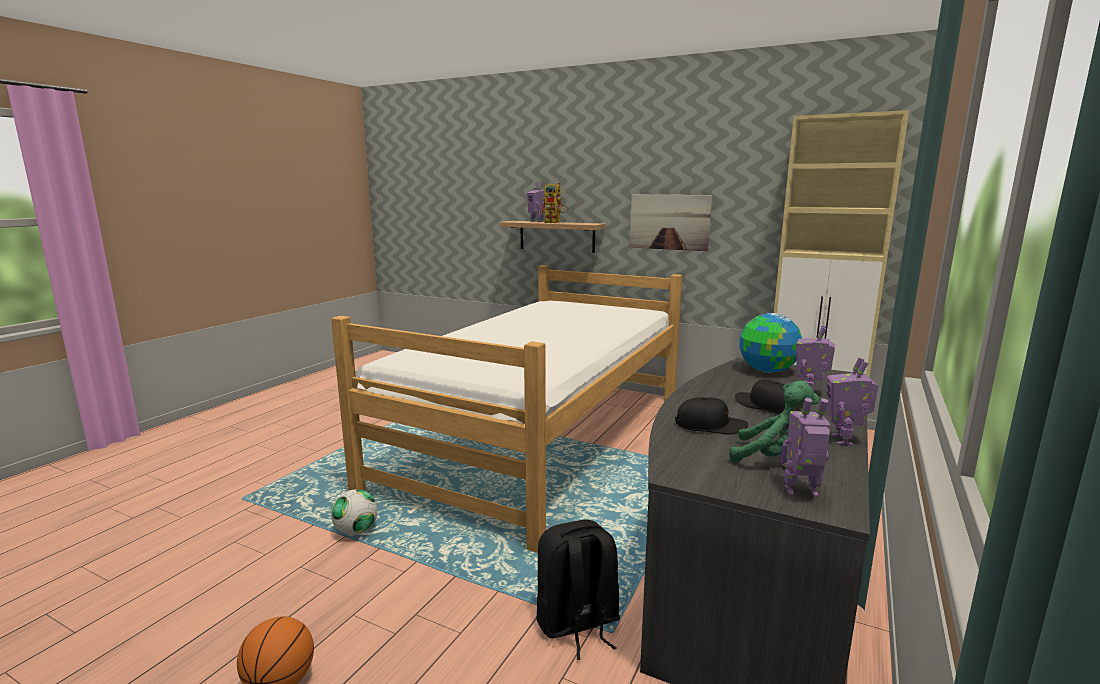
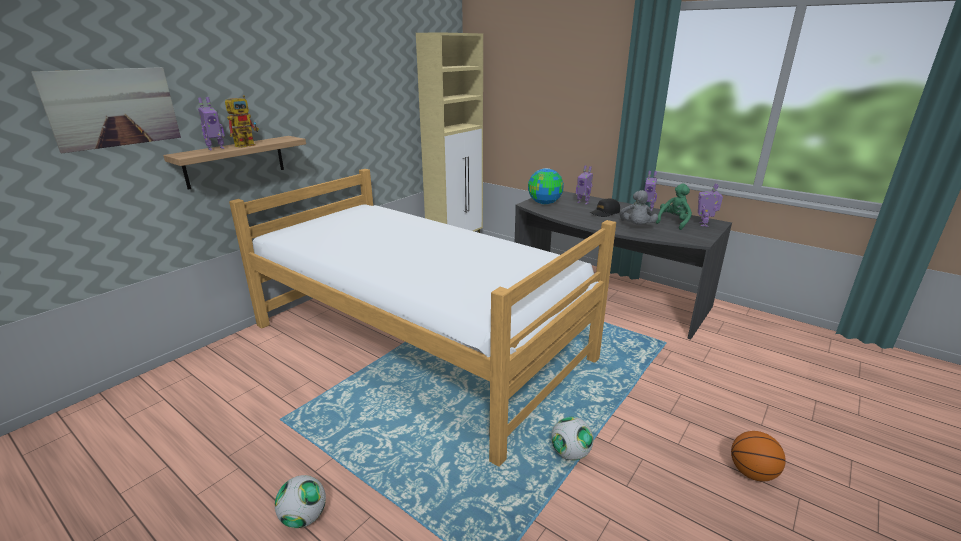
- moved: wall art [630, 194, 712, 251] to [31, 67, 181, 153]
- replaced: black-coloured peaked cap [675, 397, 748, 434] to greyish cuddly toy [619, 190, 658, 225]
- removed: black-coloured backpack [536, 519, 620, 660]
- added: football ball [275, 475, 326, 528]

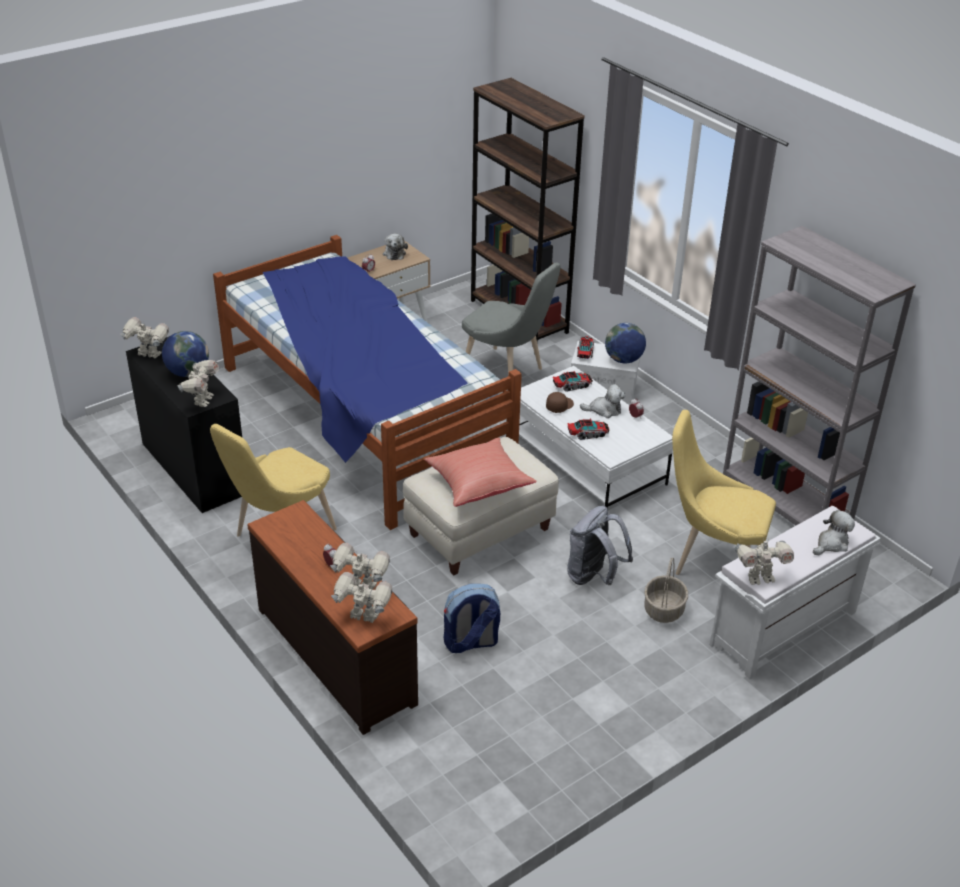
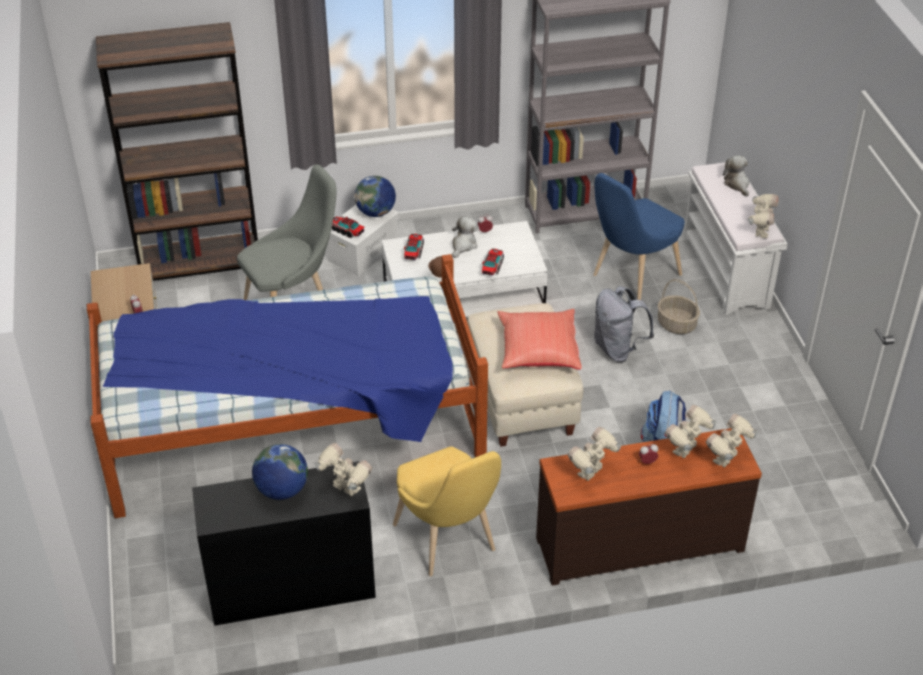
- removed: cuddly toy [383, 233, 408, 260]
- moved: model robot [120, 317, 169, 358] to [567, 427, 621, 481]
- recoloured: yellow-coloured chair [672, 410, 776, 575] to blue chair [593, 173, 685, 300]

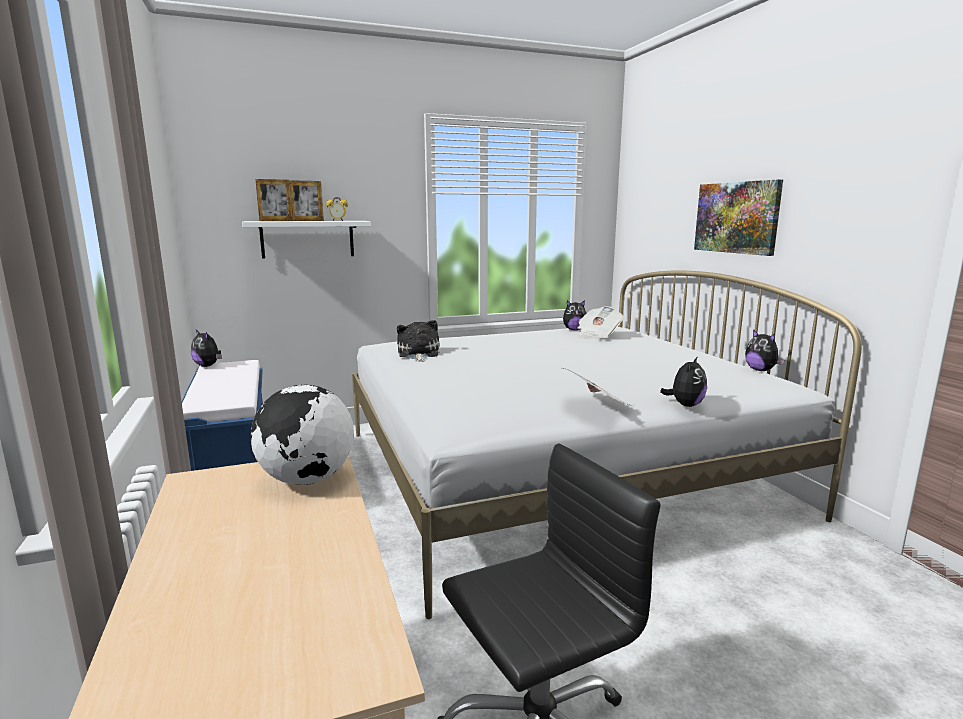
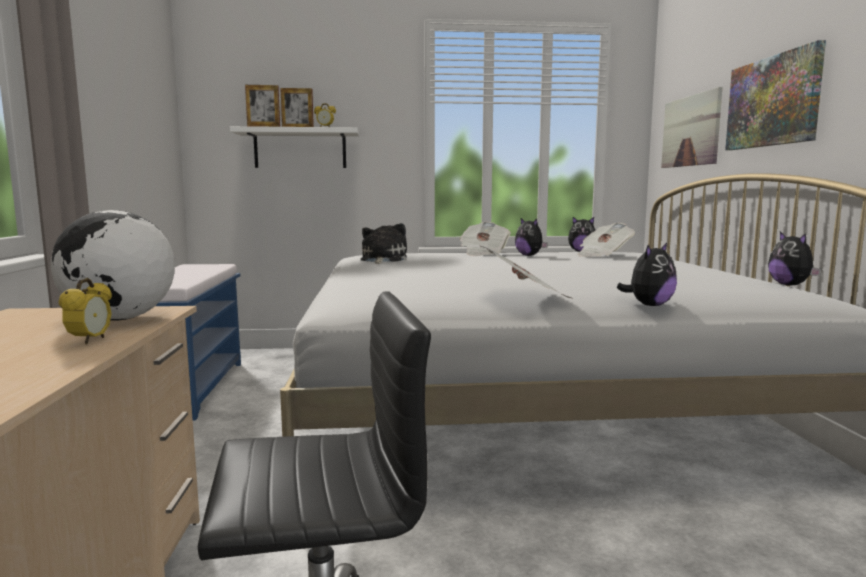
- moved: cuddly toy [191, 330, 222, 367] to [515, 218, 548, 256]
- added: wall art [661, 87, 723, 168]
- added: printed paper [459, 222, 511, 256]
- added: alarm clock [59, 278, 112, 344]

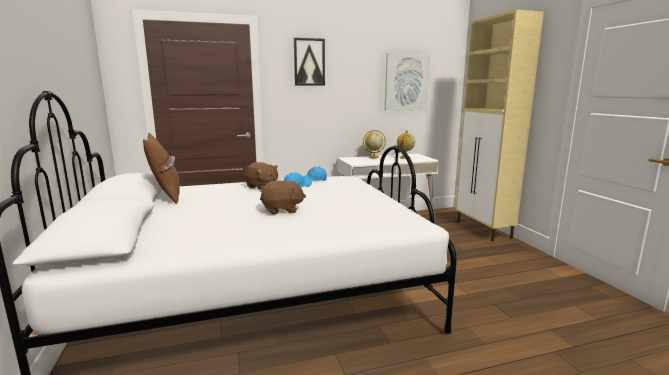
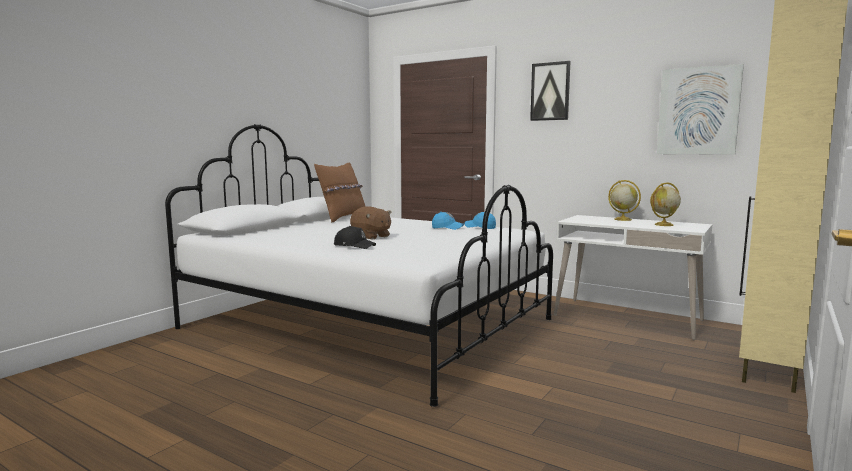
- removed: brown cuddly toy [244, 162, 278, 190]
- added: black-coloured peaked cap [334, 226, 376, 249]

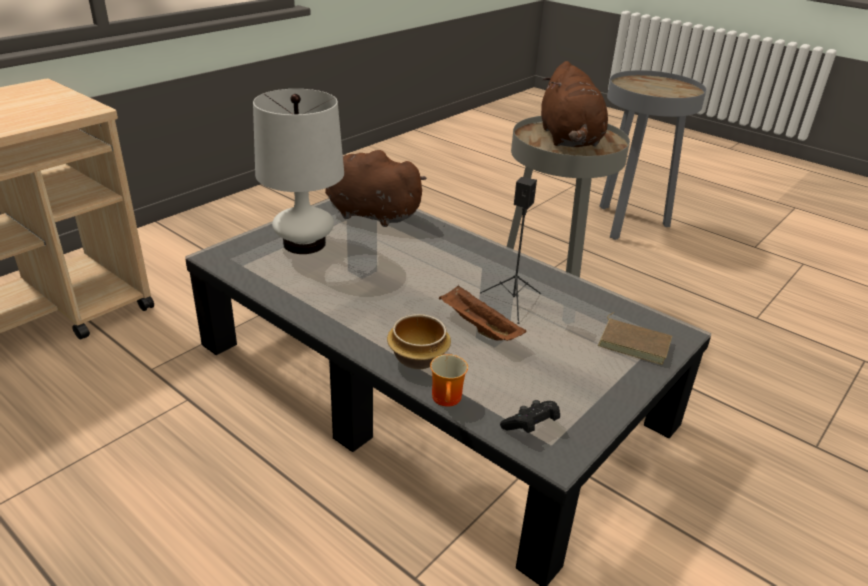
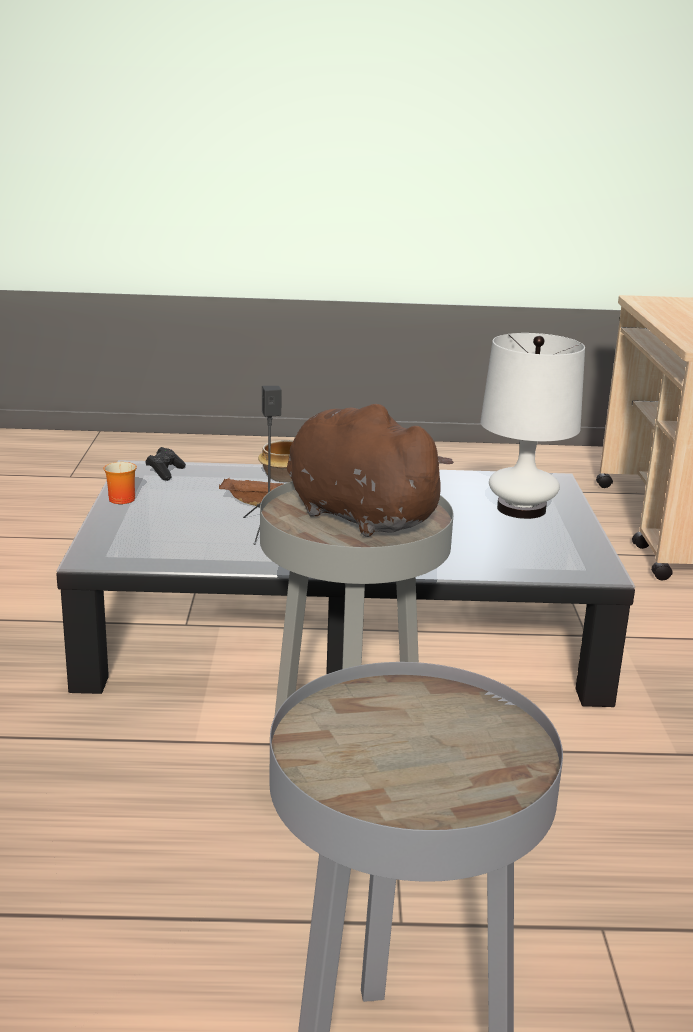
- removed: brown cuddly toy [325, 150, 427, 227]
- removed: brown bound book [598, 312, 672, 365]
- moved: tea mug [430, 354, 468, 407] to [104, 462, 137, 504]

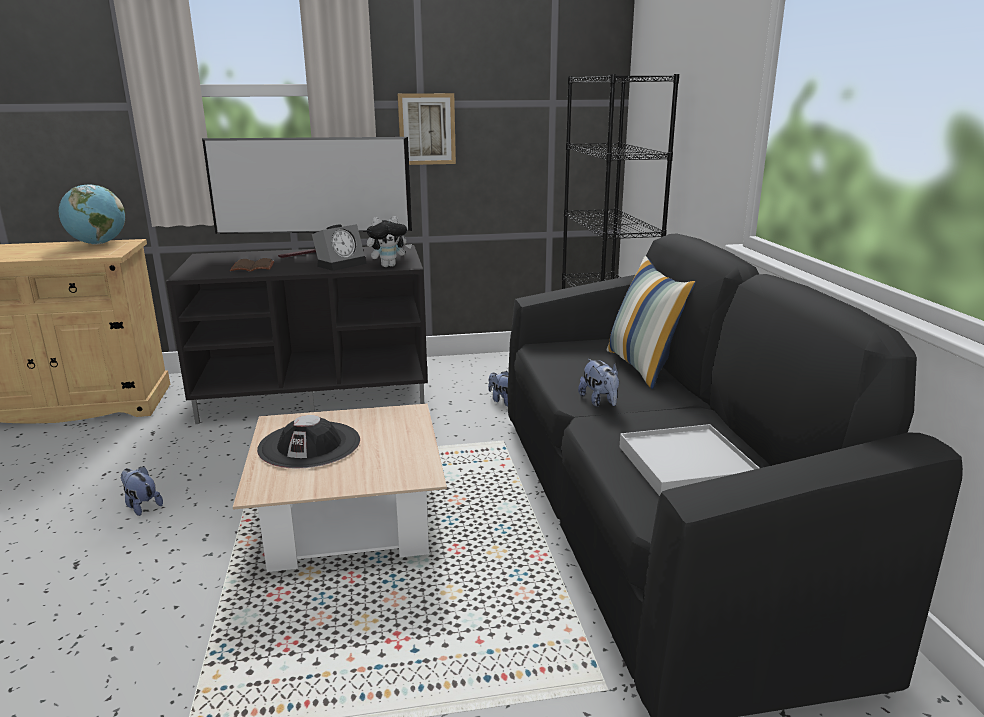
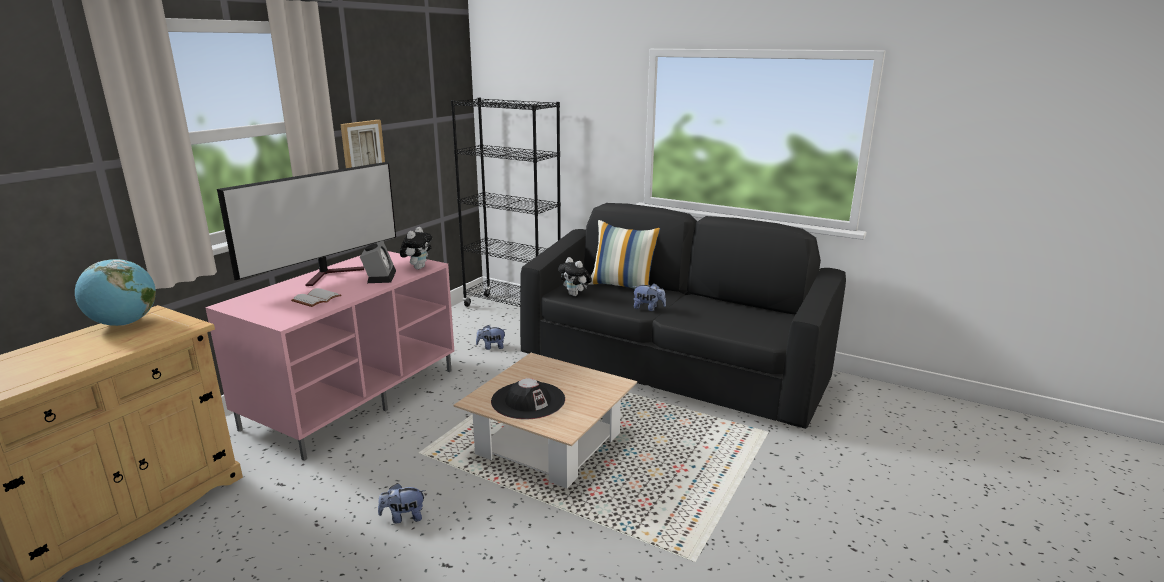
- recoloured: black-coloured media console [166, 245, 428, 424] to pink media console [205, 251, 454, 461]
- recoloured: brown bound book [230, 258, 274, 272] to white-coloured bound book [291, 288, 342, 307]
- removed: white-coloured tray [620, 424, 759, 496]
- added: cuddly toy [558, 257, 592, 296]

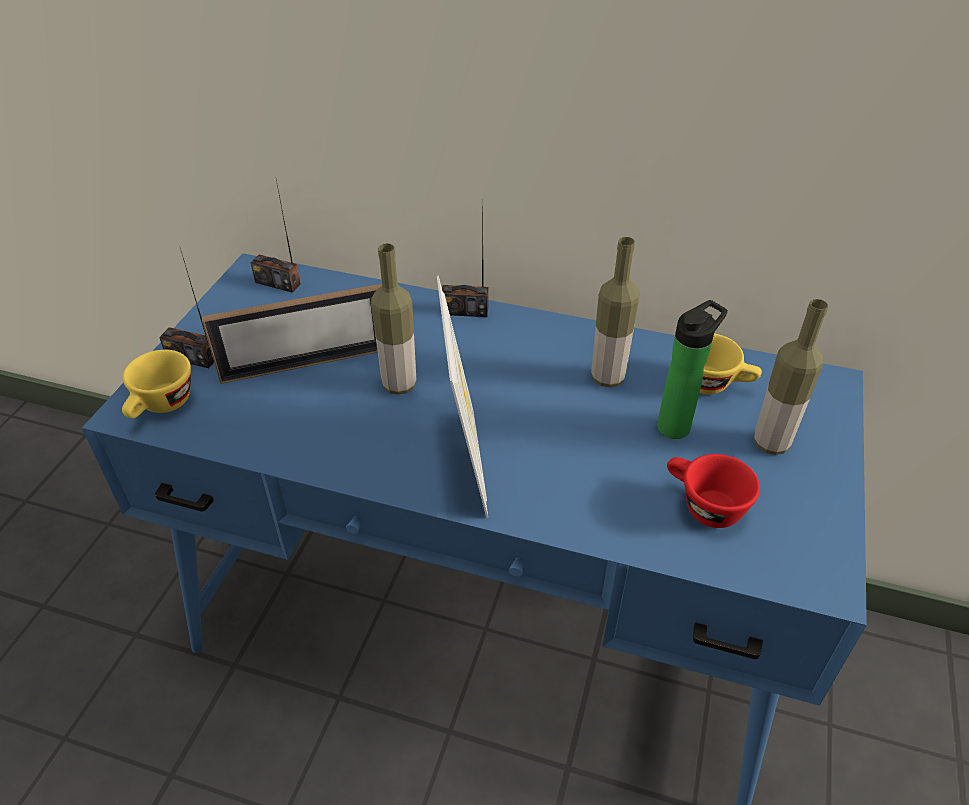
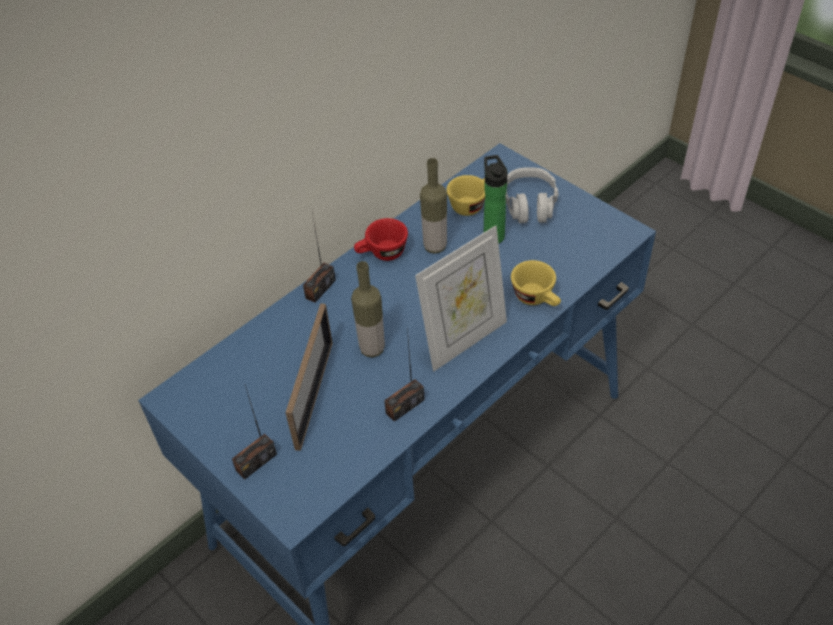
- moved: radio receiver [250, 180, 301, 293] to [384, 327, 425, 422]
- turned: standing frame [437, 276, 488, 518] = [415, 225, 507, 371] 120 degrees clockwise
- replaced: drink bottle [754, 299, 828, 455] to greyish headphones [505, 167, 559, 224]
- moved: yellow-coloured drinking cup [122, 350, 191, 419] to [511, 260, 561, 306]
- moved: red-coloured drinking cup [667, 454, 760, 528] to [354, 218, 408, 261]

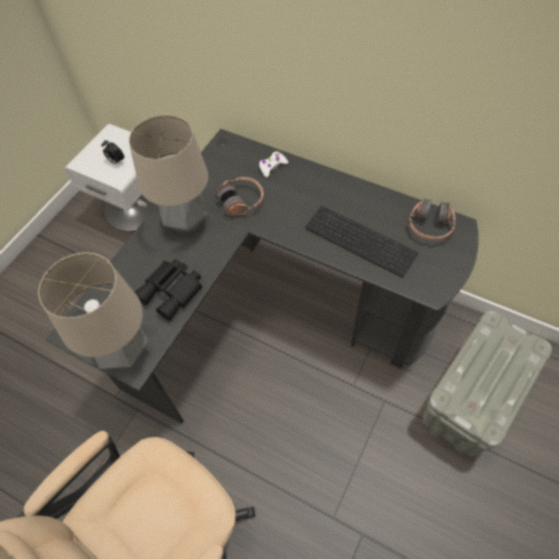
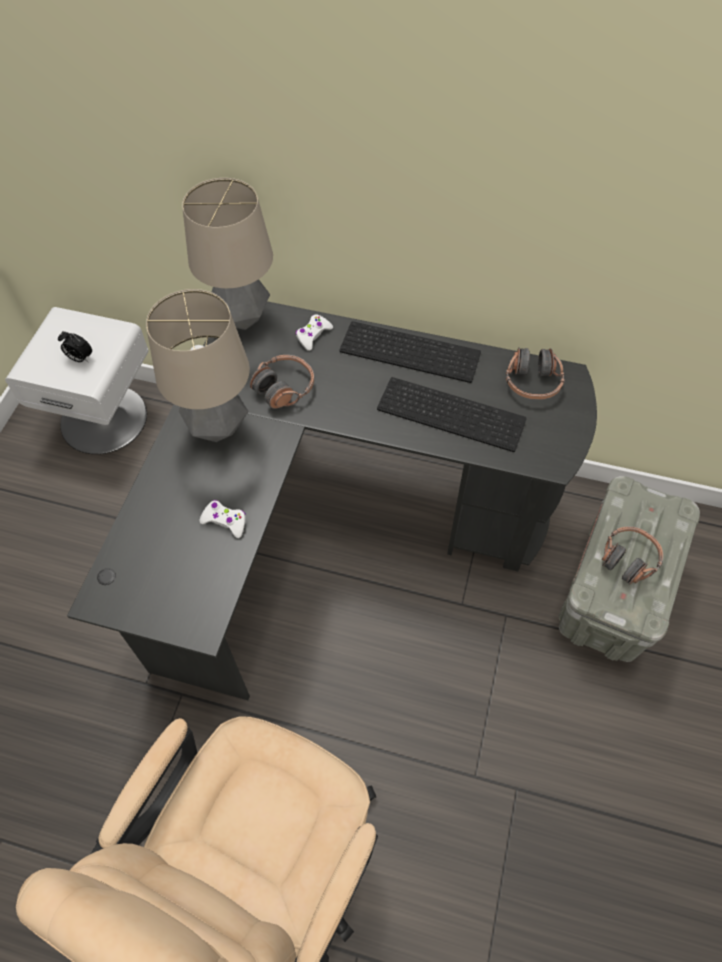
- moved: lamp for a table [38, 252, 148, 369] to [182, 178, 273, 330]
- replaced: black-coloured pair of binoculars [135, 259, 202, 321] to white-coloured joypad [200, 500, 246, 538]
- added: PC keyboard [339, 321, 481, 383]
- added: headphones [602, 526, 663, 585]

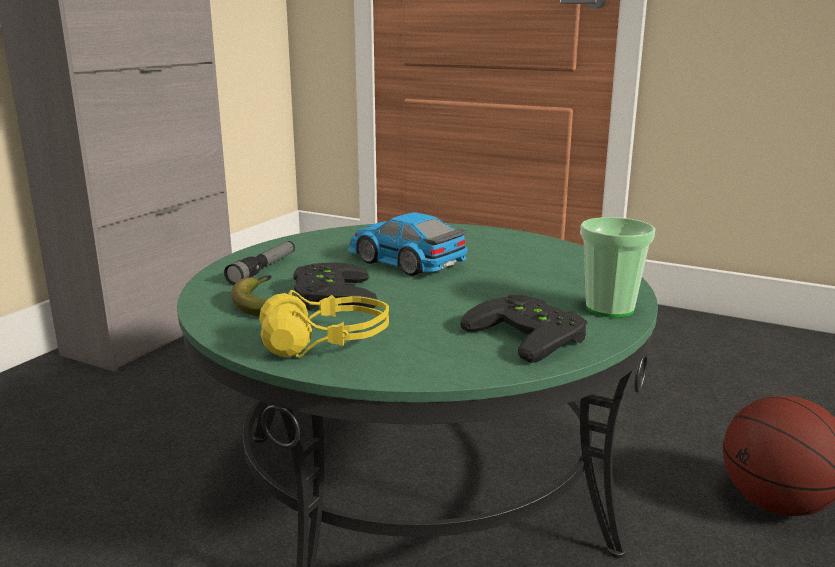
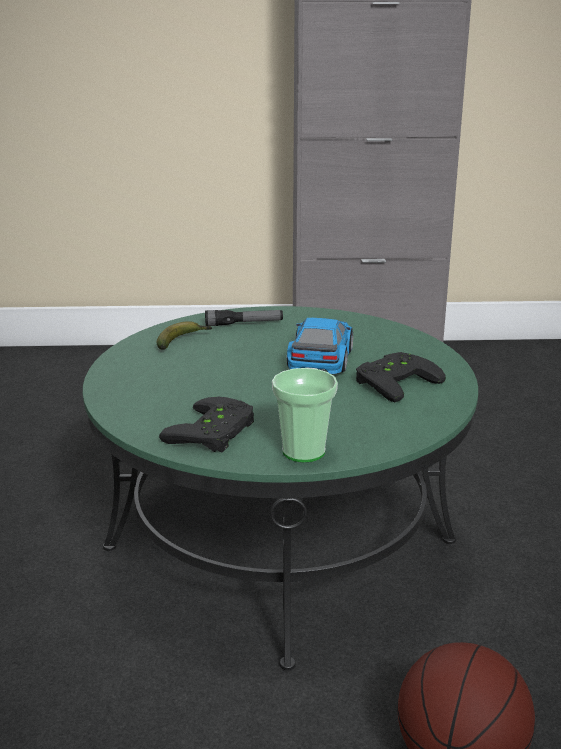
- moved: black-coloured joypad [293, 262, 377, 311] to [356, 352, 446, 402]
- removed: yellow-coloured headphones [259, 290, 389, 358]

